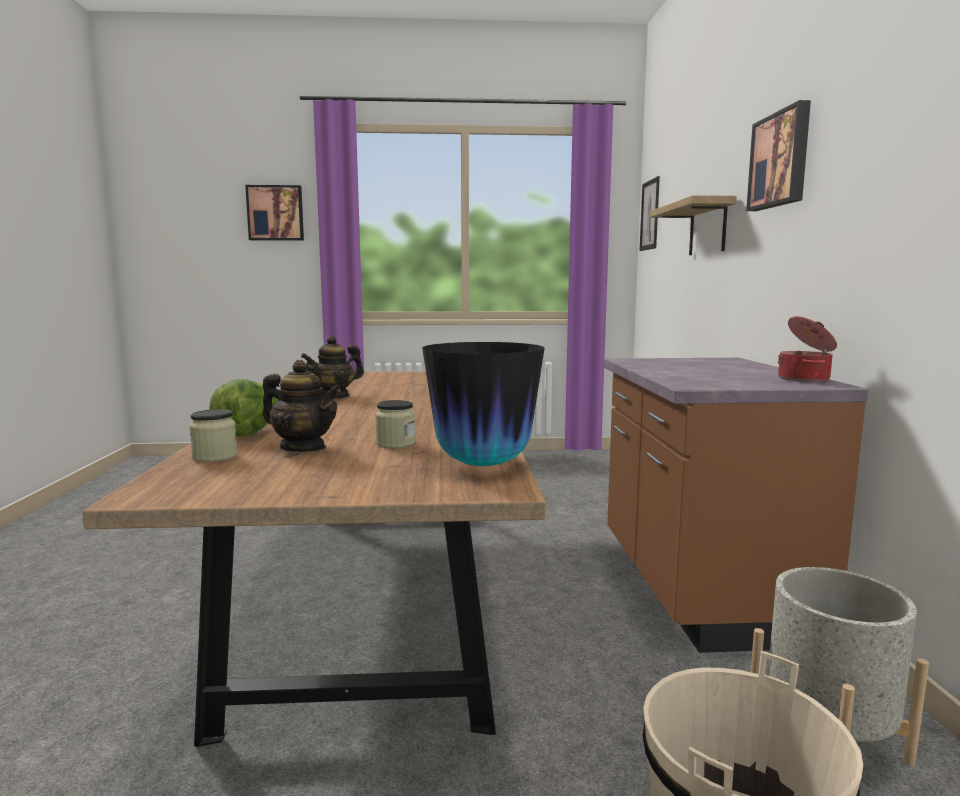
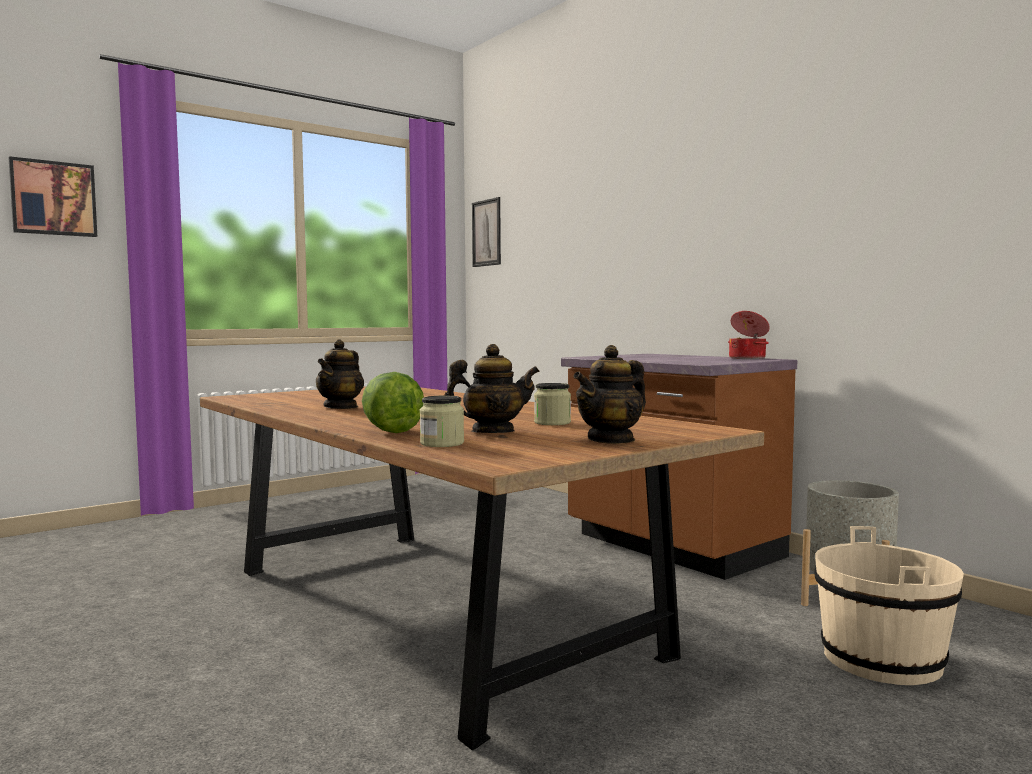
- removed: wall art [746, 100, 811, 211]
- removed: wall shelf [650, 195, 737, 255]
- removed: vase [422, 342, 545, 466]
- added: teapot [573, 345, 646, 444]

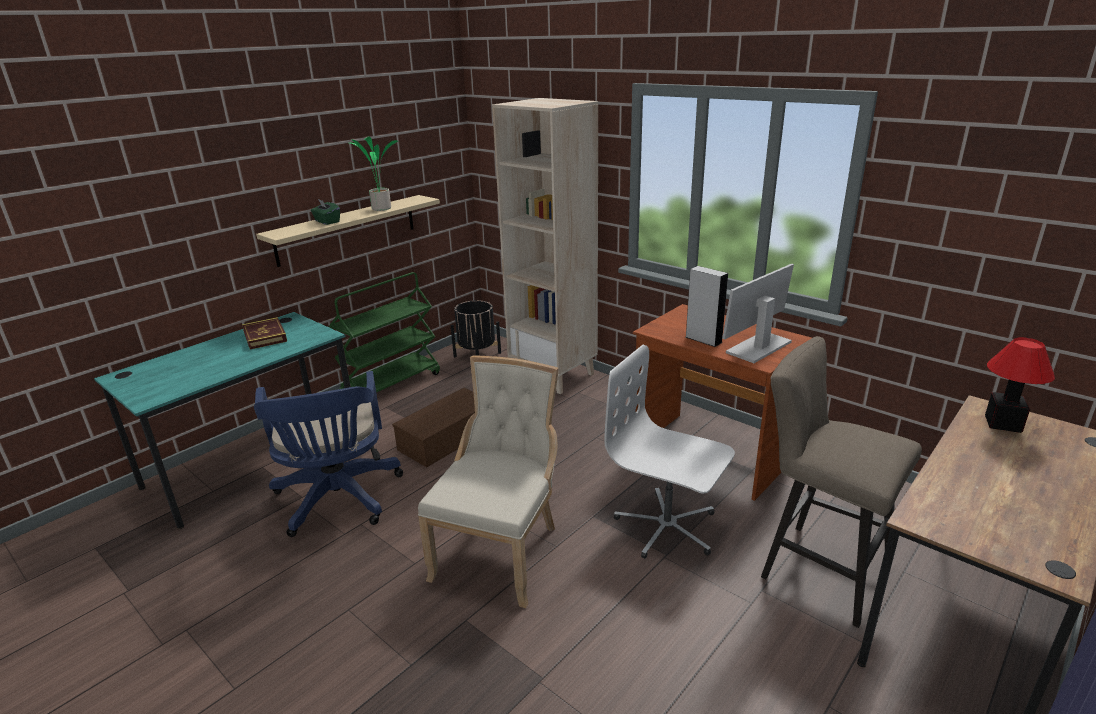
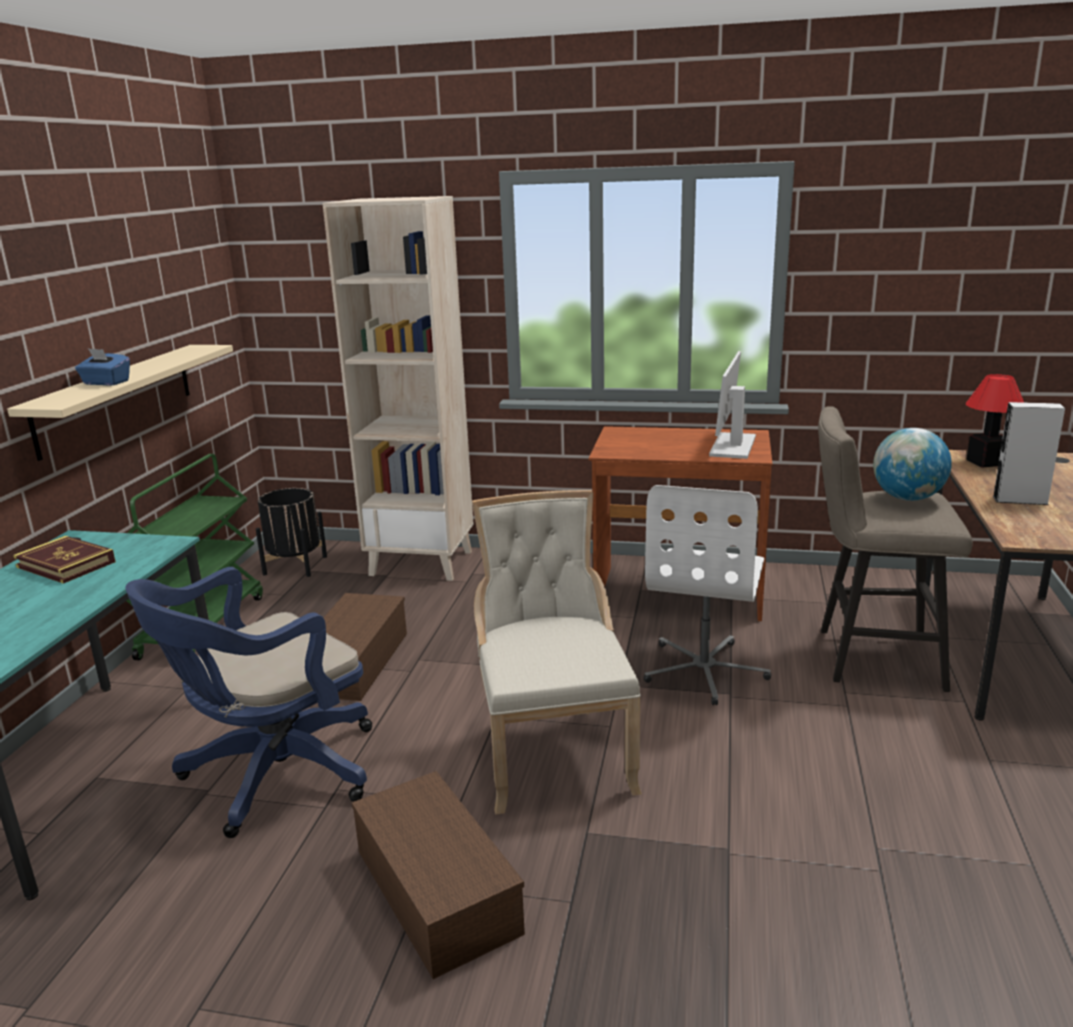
- removed: plant in a pot [351, 136, 398, 211]
- recoloured: green-coloured tissue holder [311, 199, 340, 225] to blue tissue holder [75, 348, 130, 386]
- moved: greyish loudspeaker [685, 266, 728, 347] to [993, 402, 1065, 505]
- turned: white-coloured office chair [604, 345, 735, 559] = [643, 485, 771, 705] 75 degrees counterclockwise
- turned: blue office chair [254, 371, 403, 537] = [125, 567, 372, 838] 90 degrees clockwise
- added: world globe [873, 428, 952, 501]
- added: brown storage bin [352, 771, 525, 979]

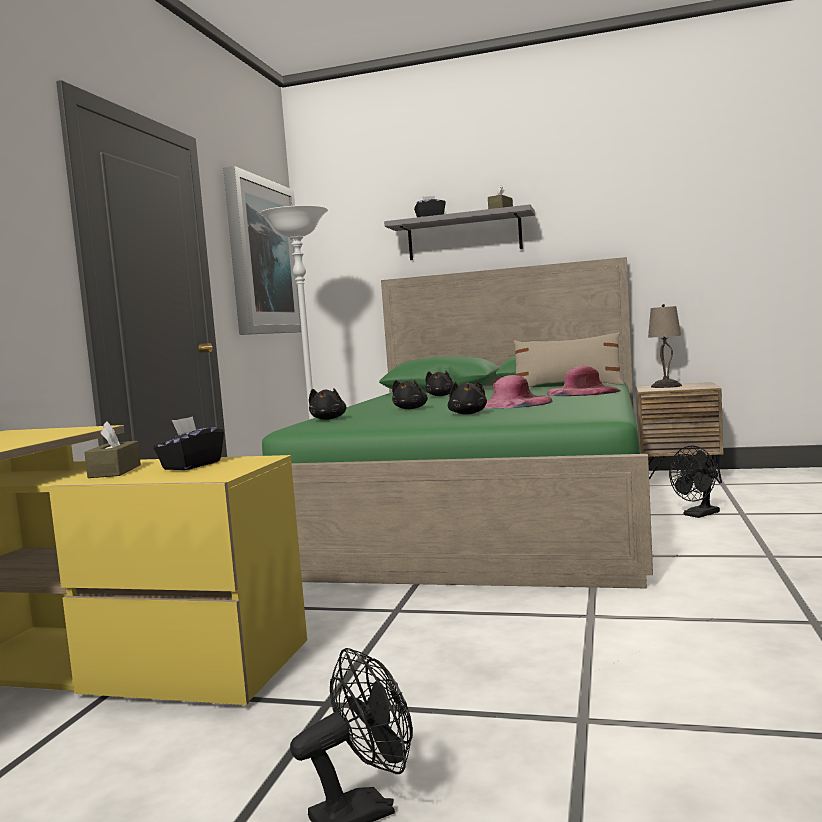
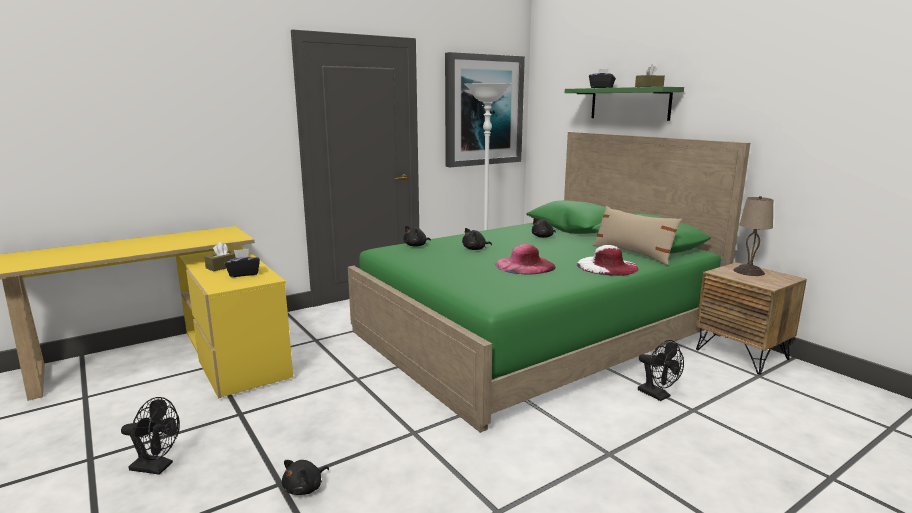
- recoloured: greyish wall shelf [384, 204, 535, 260] to green-coloured wall shelf [565, 87, 684, 121]
- recoloured: pink hat [546, 366, 621, 396] to white-coloured hat [577, 245, 639, 276]
- moved: black-coloured cuddly toy [448, 381, 487, 415] to [282, 460, 329, 495]
- turned: black-coloured electric fan [669, 446, 720, 518] = [638, 340, 684, 401] 135 degrees counterclockwise

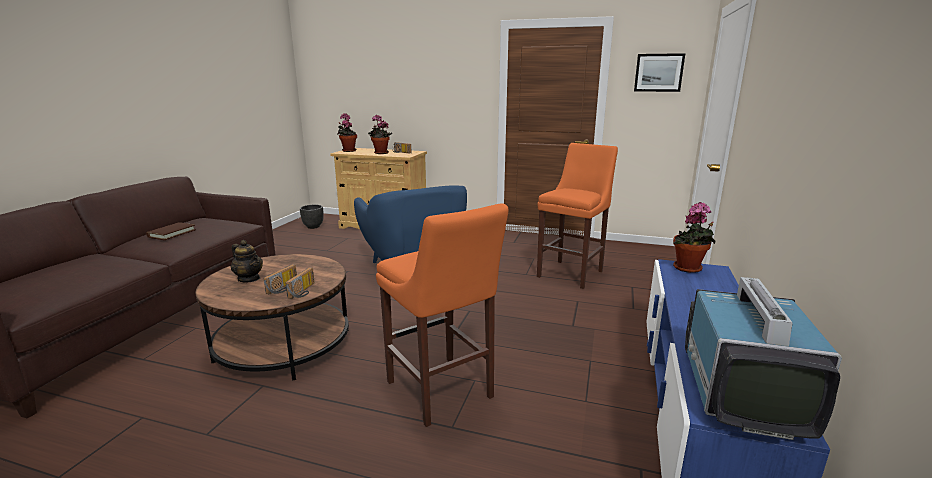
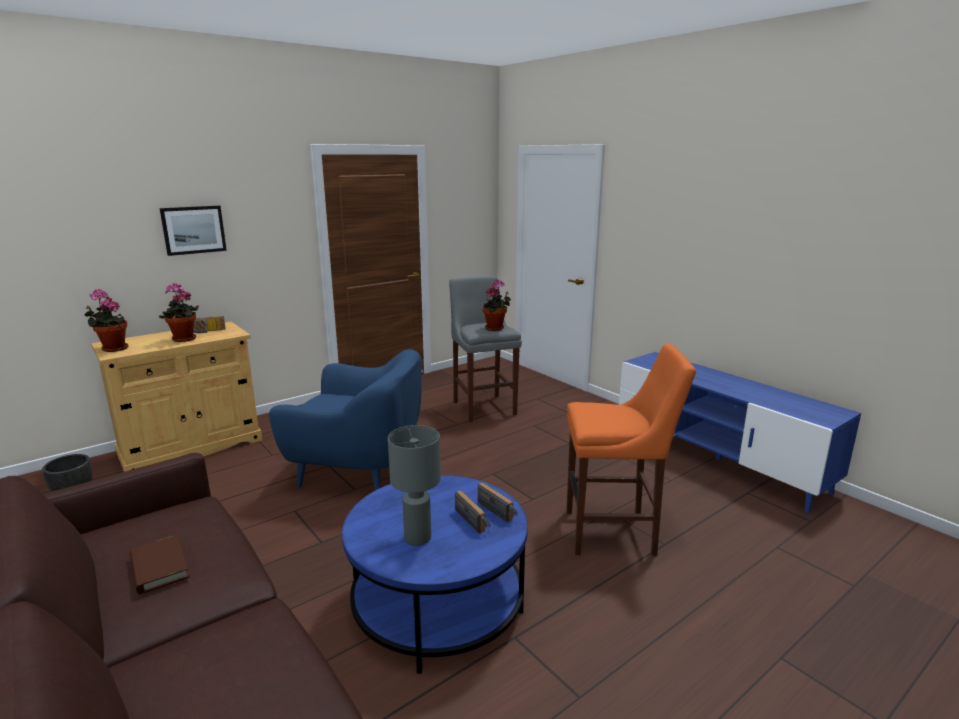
- moved: wall art [634, 53, 685, 92] to [160, 206, 227, 256]
- recoloured: orangey stool seat [537, 143, 618, 289] to greyish stool seat [449, 276, 522, 422]
- moved: plant in a pot [673, 202, 715, 273] to [483, 279, 511, 331]
- replaced: teapot [231, 240, 263, 282] to greyish lamp for a table [388, 425, 441, 546]
- recoloured: brown lounge table [196, 254, 349, 381] to blue lounge table [342, 475, 528, 674]
- removed: TV [685, 277, 842, 440]

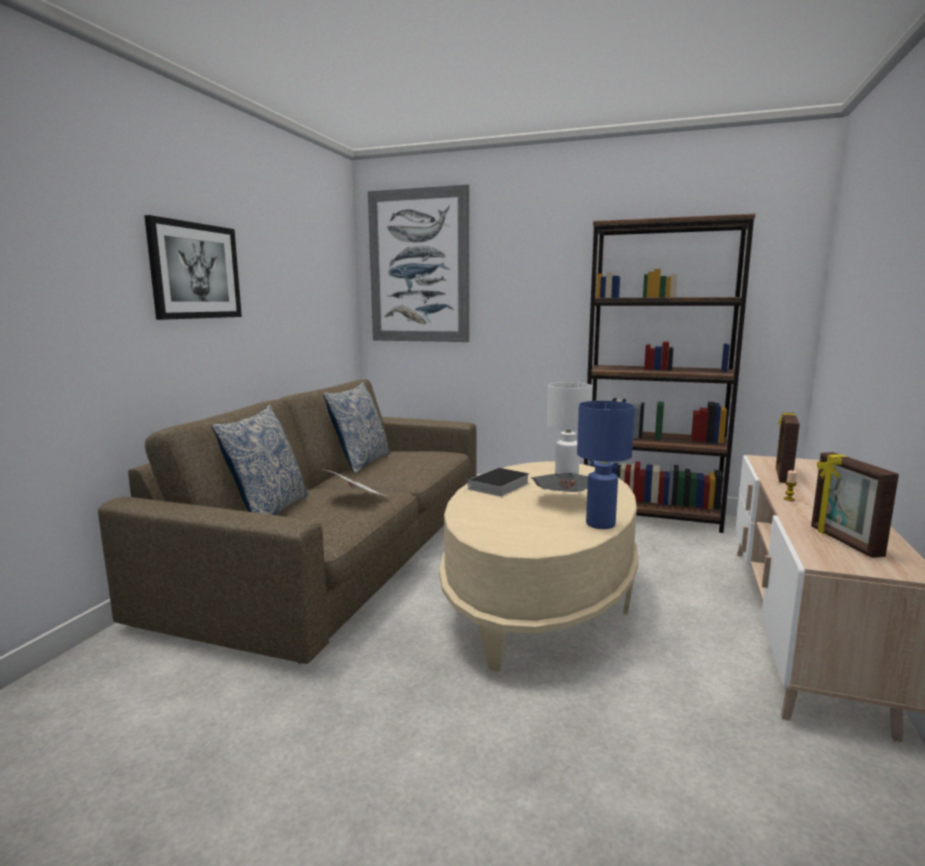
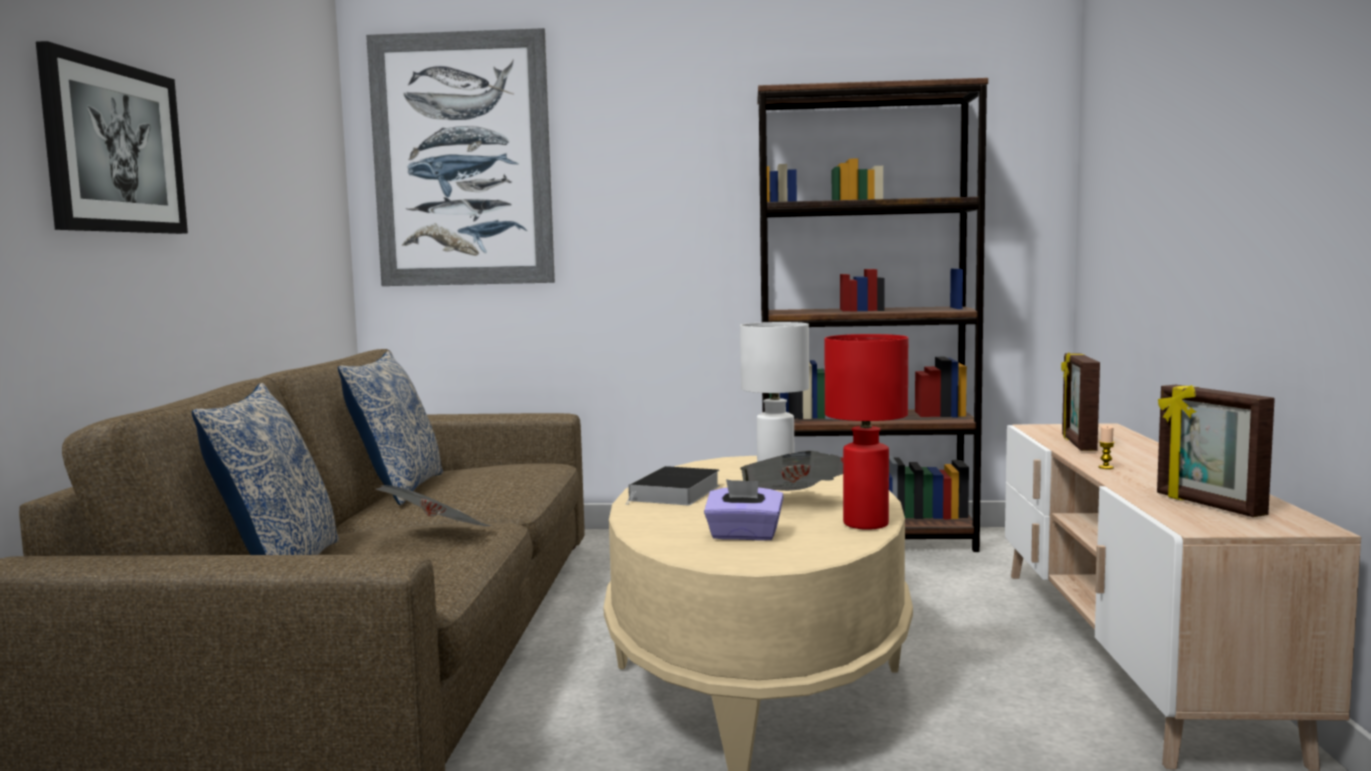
- recoloured: blue lamp for a table [577, 401, 635, 529] to red-coloured lamp for a table [825, 334, 908, 530]
- added: purple tissue holder [704, 479, 784, 541]

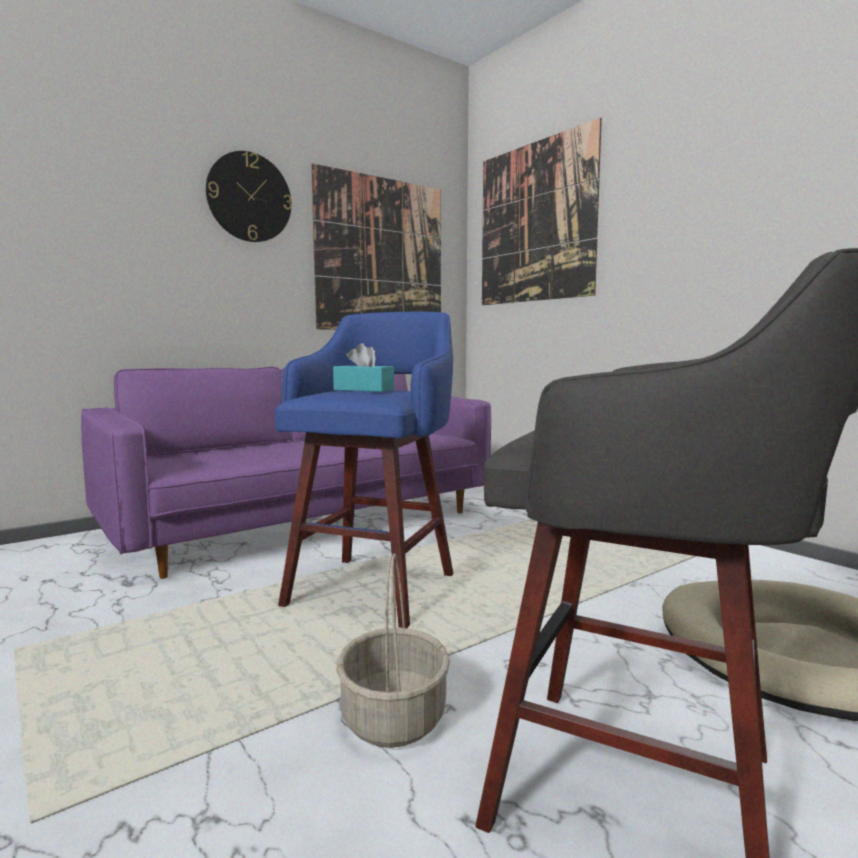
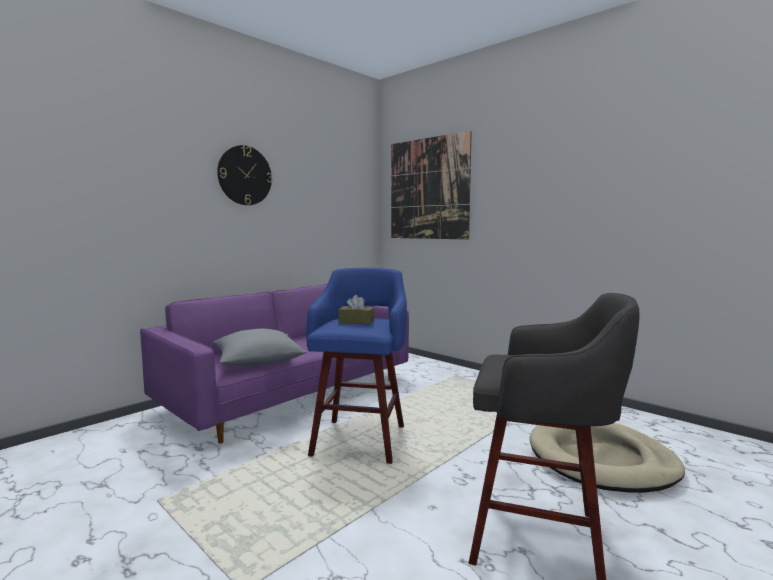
- removed: wall art [311, 163, 441, 330]
- recoloured: turquoise-coloured tissue holder [333, 343, 394, 392] to brown tissue holder [339, 295, 374, 324]
- removed: basket [336, 553, 450, 748]
- added: greyish pillow [213, 329, 307, 366]

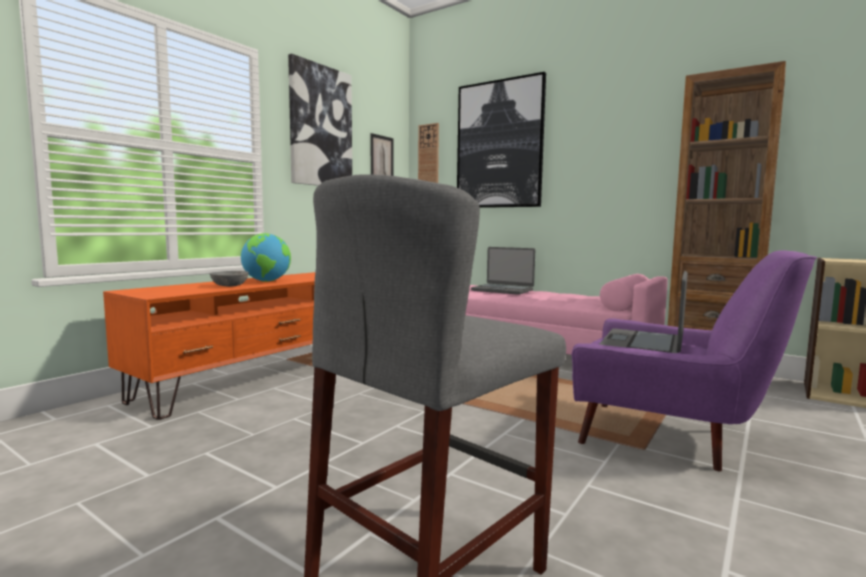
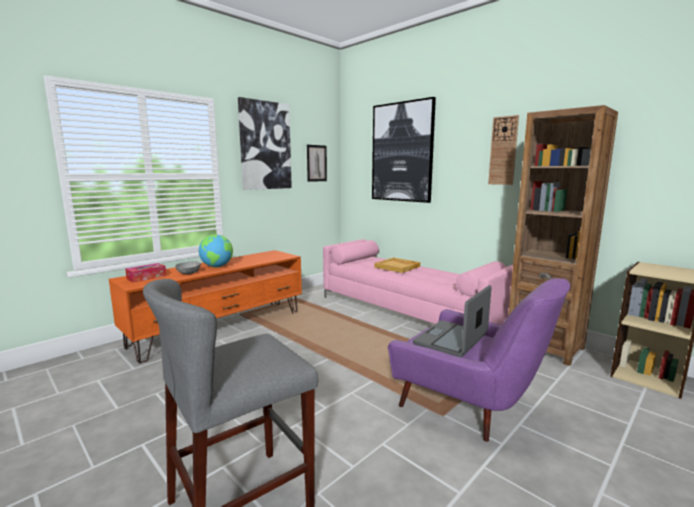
- moved: hanging clock [418, 123, 439, 183] to [488, 115, 519, 185]
- replaced: laptop [471, 247, 535, 295] to sand-coloured tray [375, 258, 420, 273]
- added: tissue holder [125, 263, 166, 283]

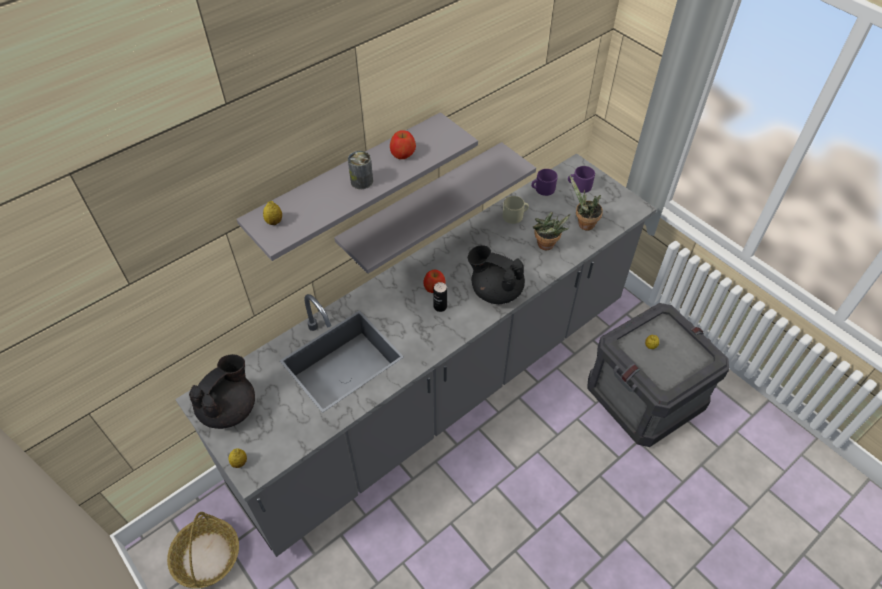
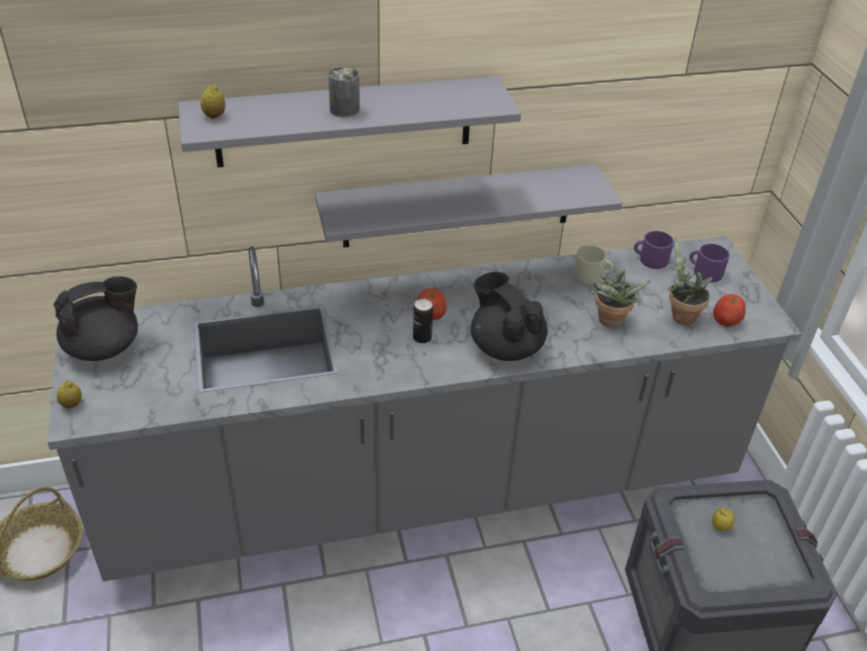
- moved: apple [390, 130, 416, 159] to [713, 294, 746, 326]

